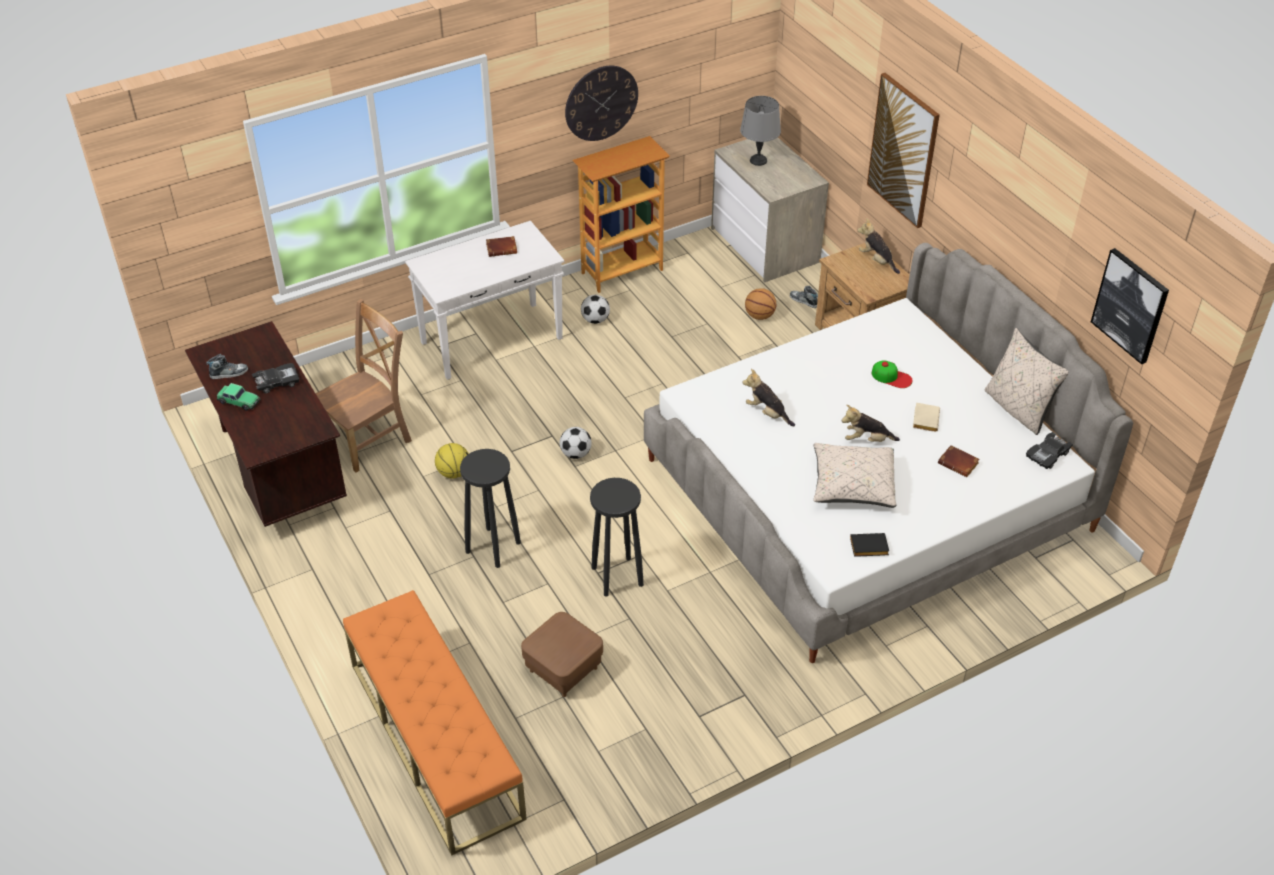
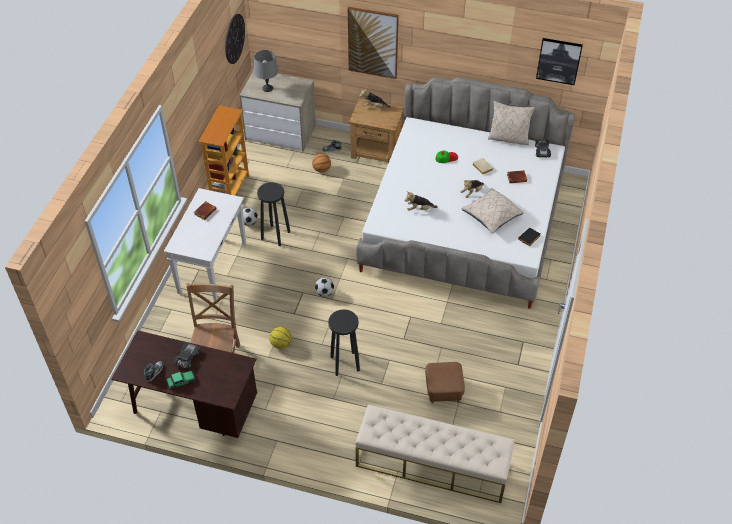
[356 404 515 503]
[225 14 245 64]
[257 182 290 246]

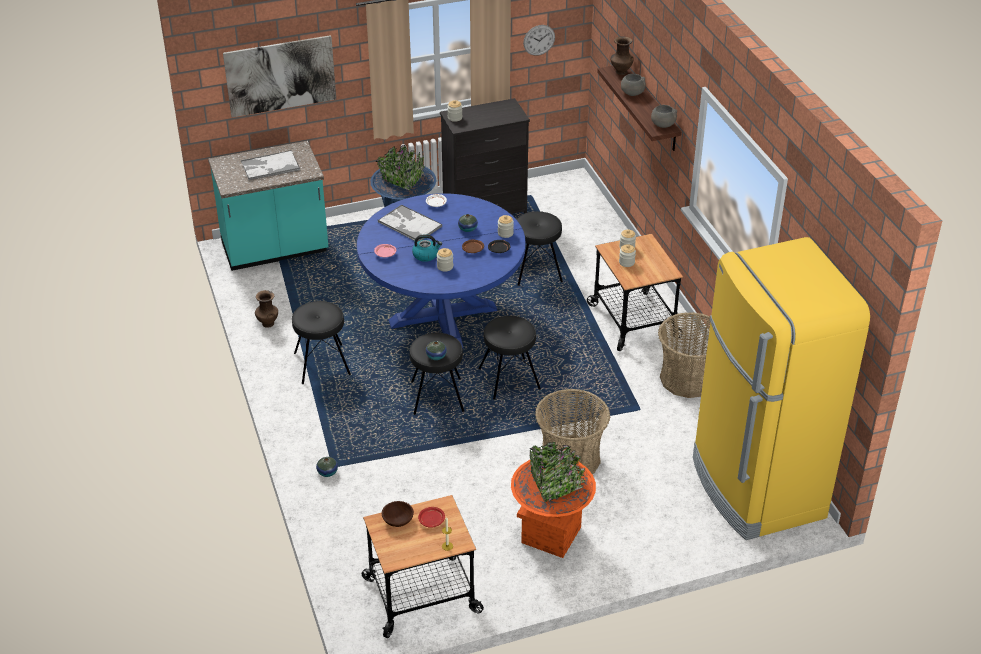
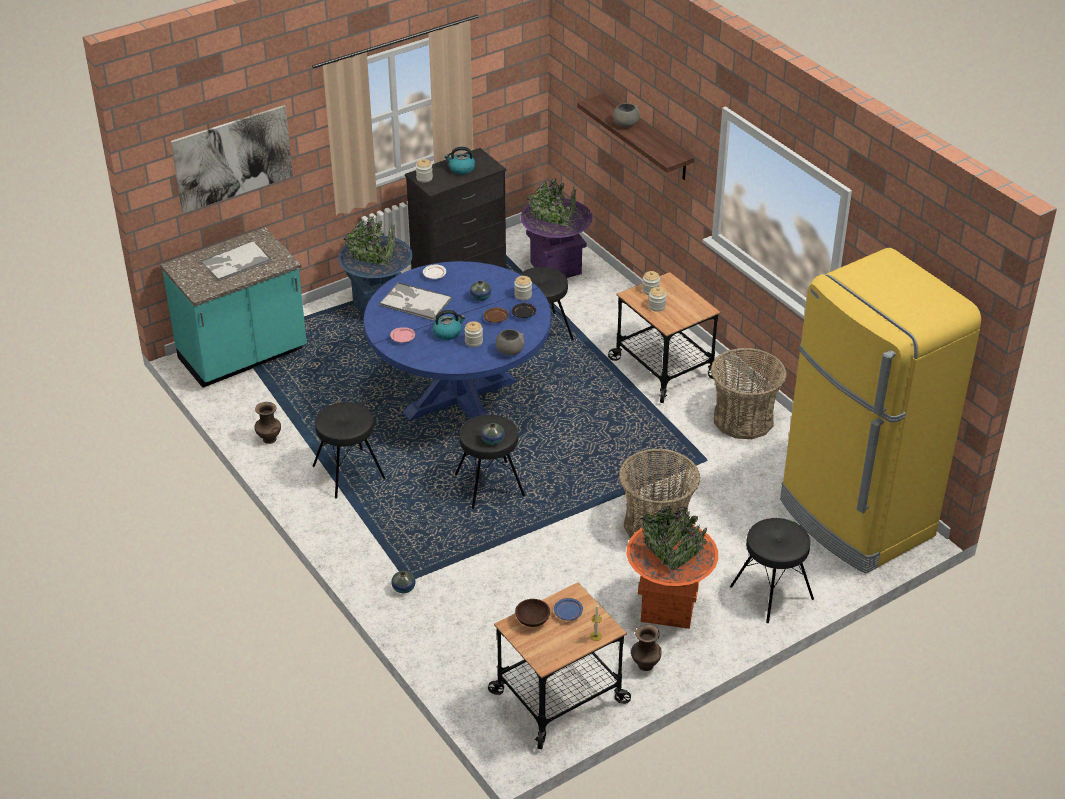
[554 598 583 621]
[730 518 814 623]
[523 25 555 56] (first image)
[631 625 662 671]
[496 329 524 356]
[444 147 475 175]
[521 178 593 278]

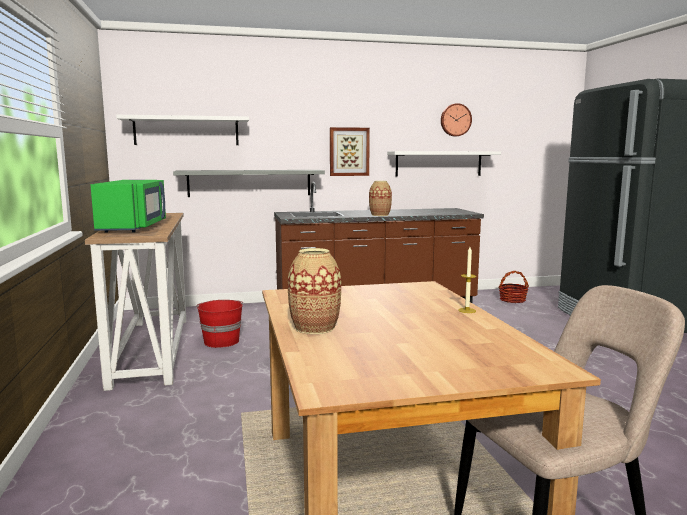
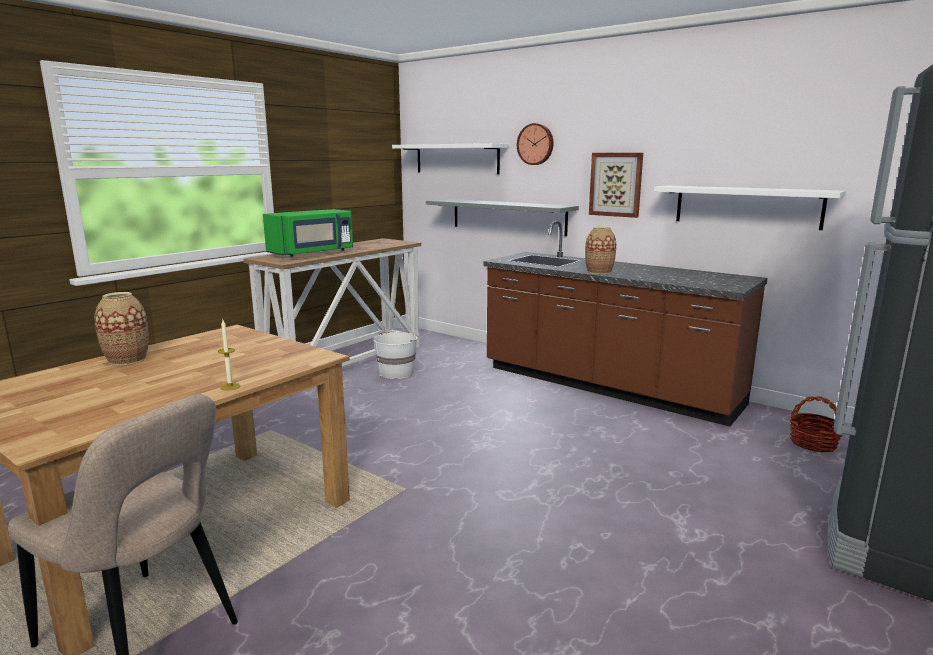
[373 332 419 379]
[517 123 554 165]

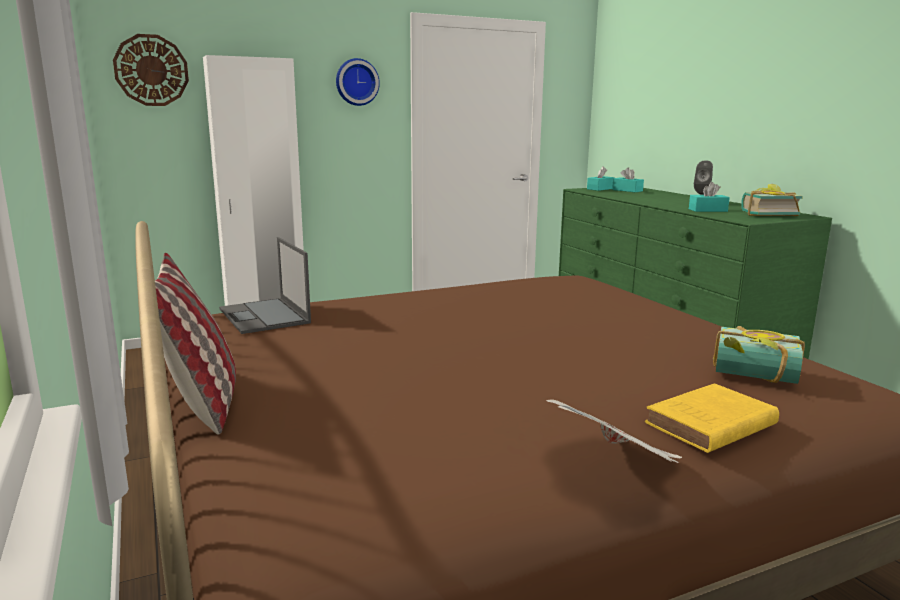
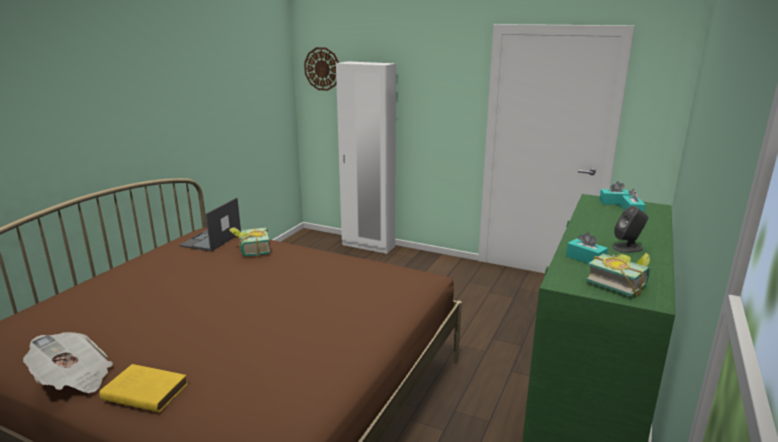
[155 253 236 435] (first image)
[336 58 380 106] (first image)
[229 227 270 257]

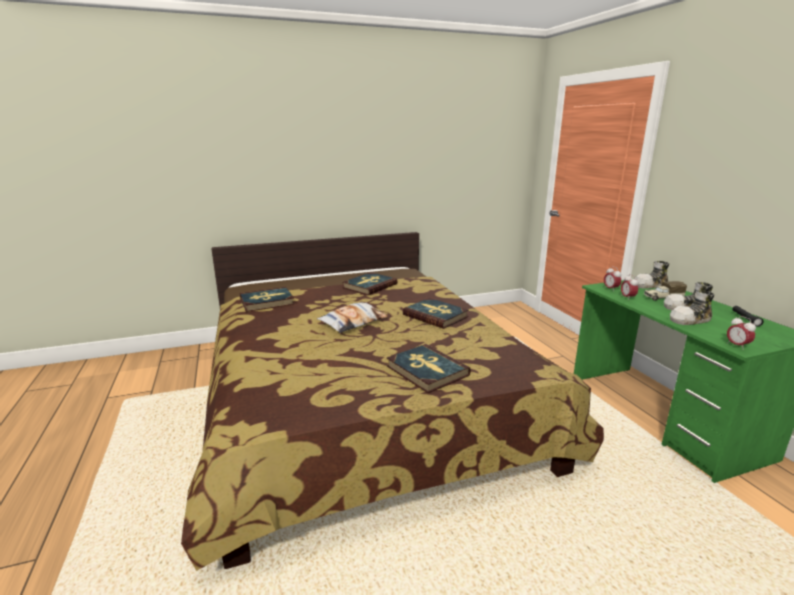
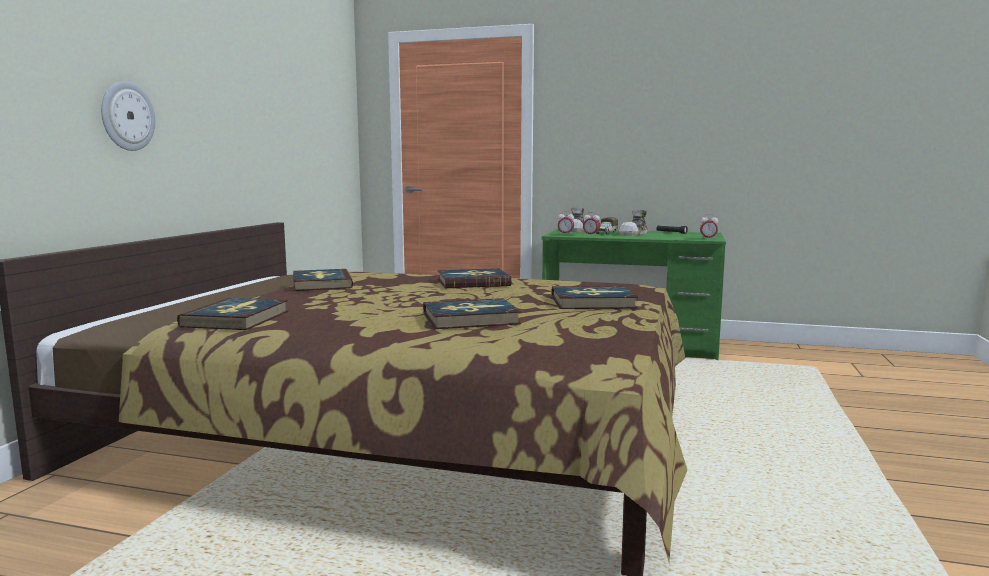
[317 303 388 333] (first image)
[670 290 714 325] (first image)
[101 81 155 151]
[423 298 521 329]

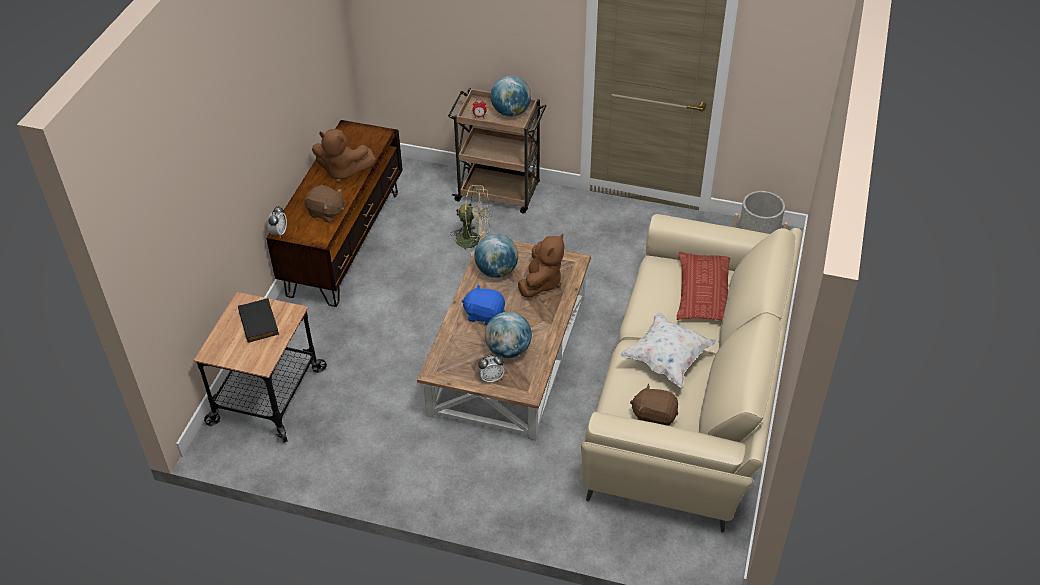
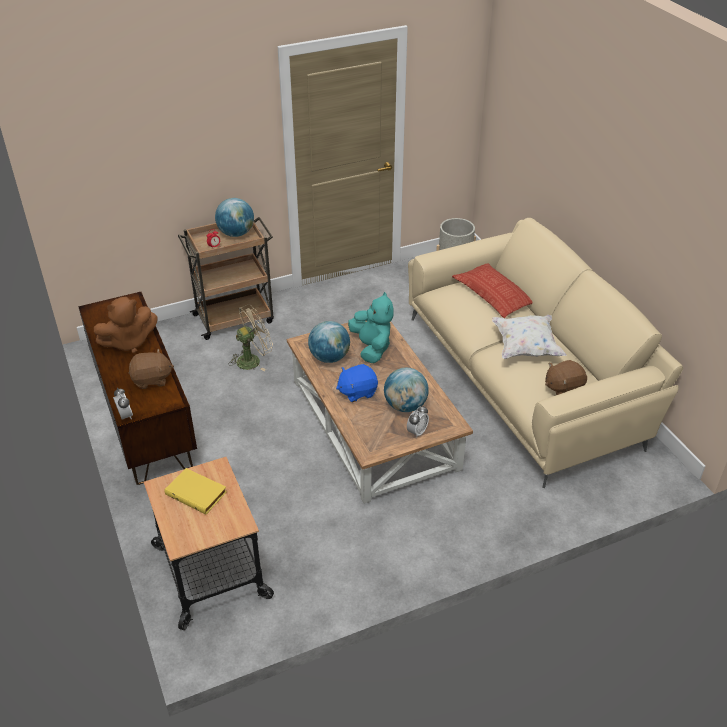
[165 468 227 515]
[348 292 394 363]

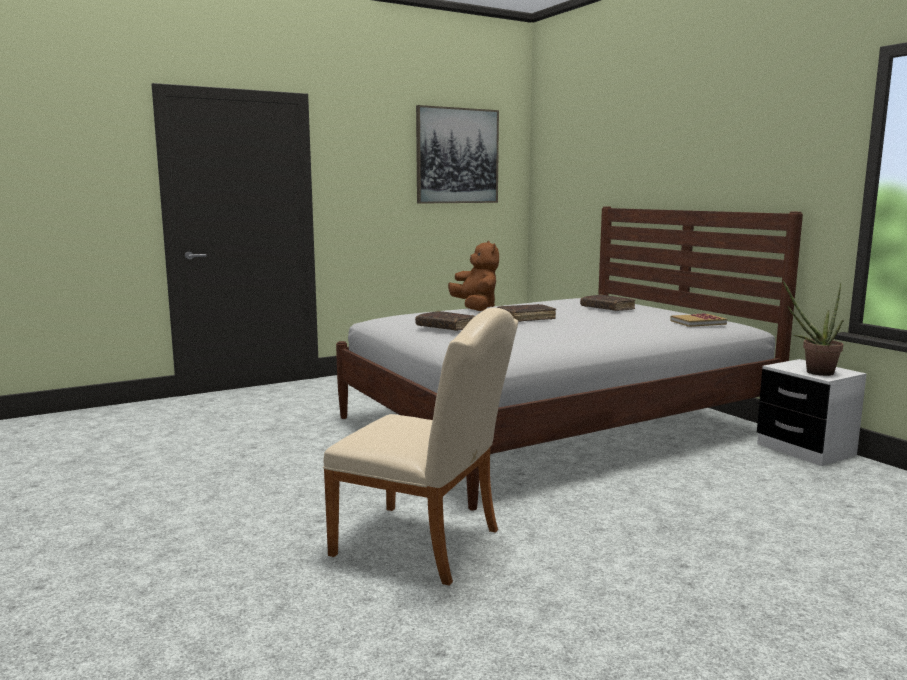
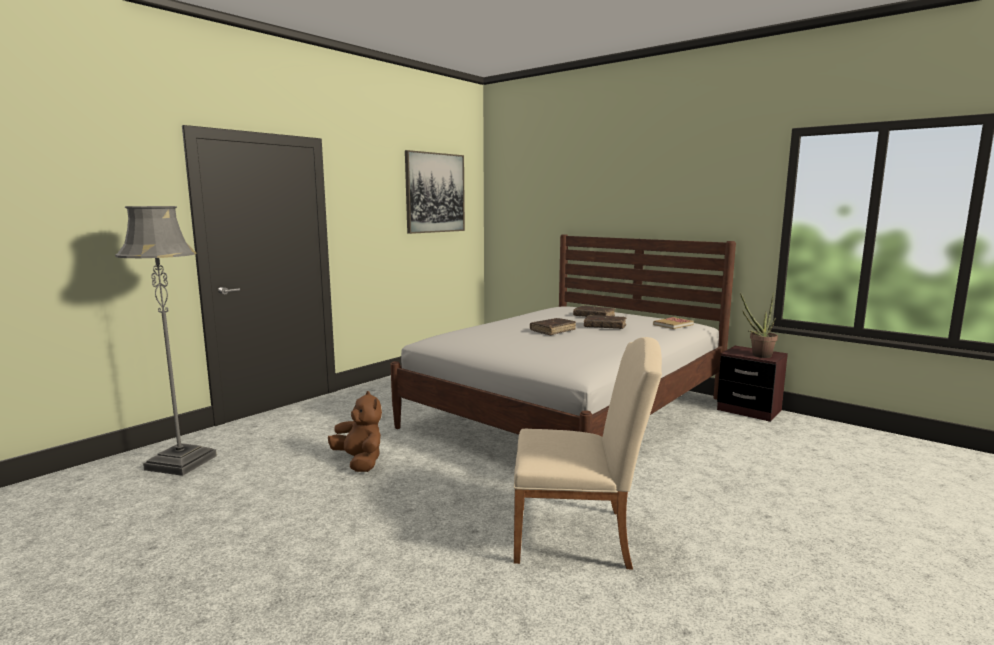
[584 315 626 329]
[328 391 382 472]
[717 346 788 422]
[115 206 217 476]

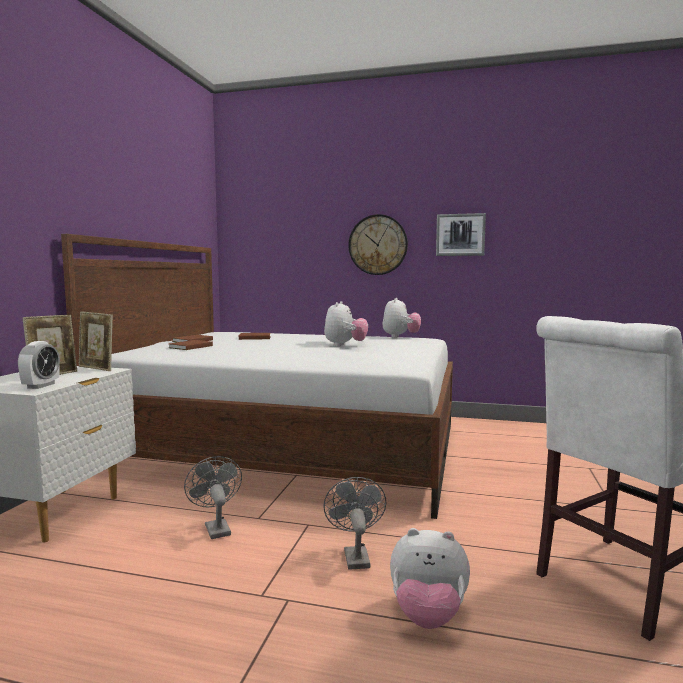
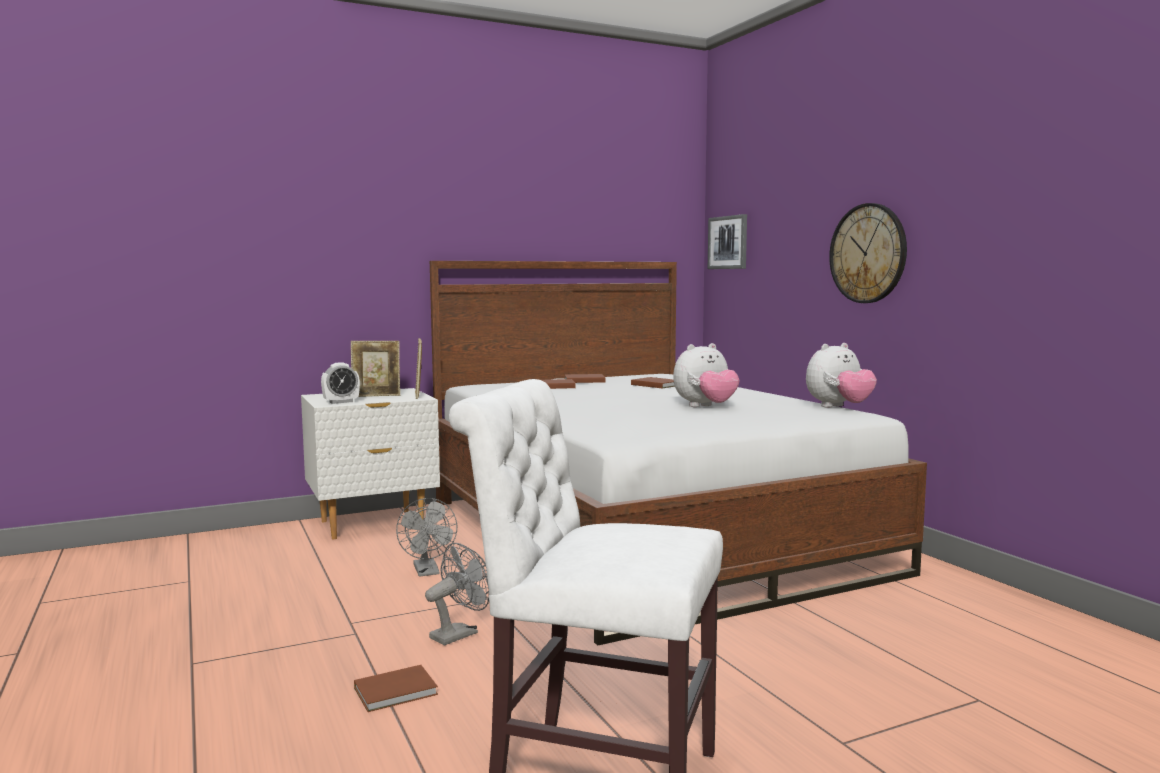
[396 498 458 576]
[354 665 438 712]
[708 214 747 269]

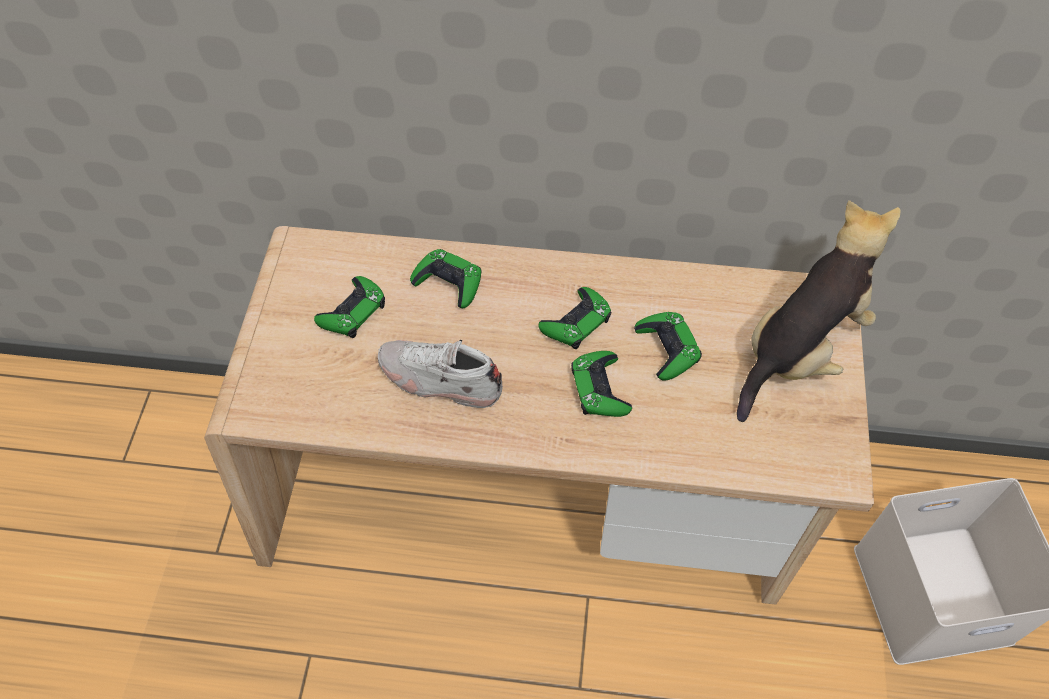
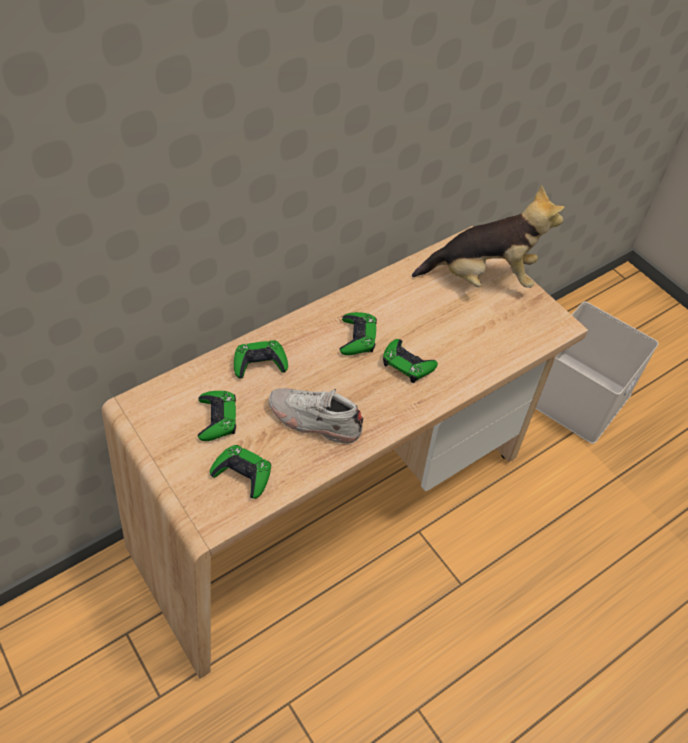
[269 388 363 444]
[210 445 271 499]
[412 185 565 288]

